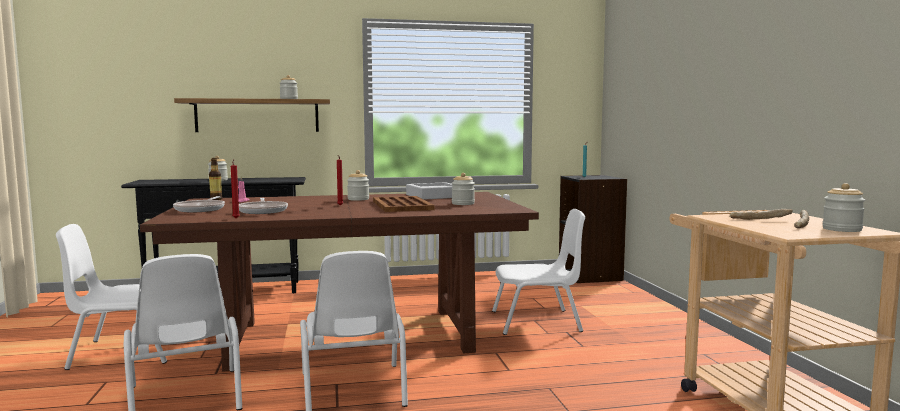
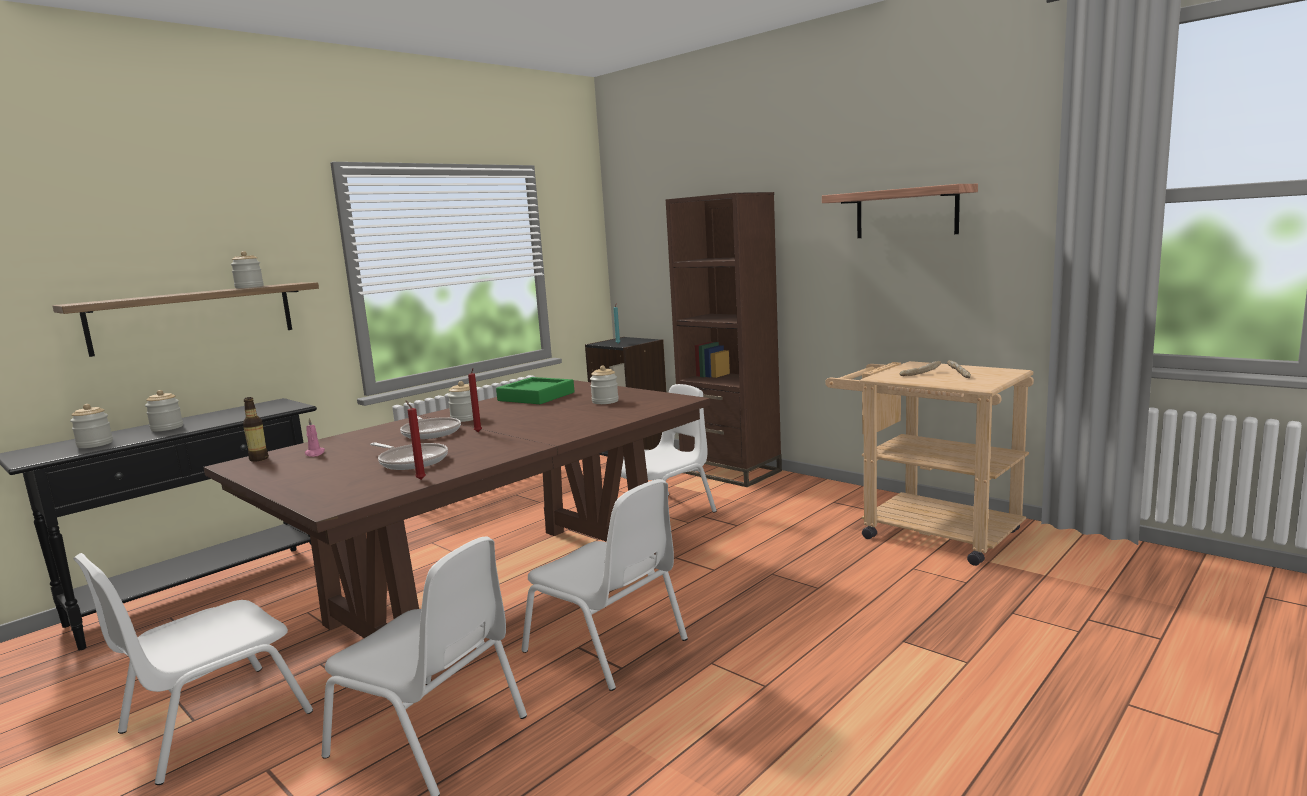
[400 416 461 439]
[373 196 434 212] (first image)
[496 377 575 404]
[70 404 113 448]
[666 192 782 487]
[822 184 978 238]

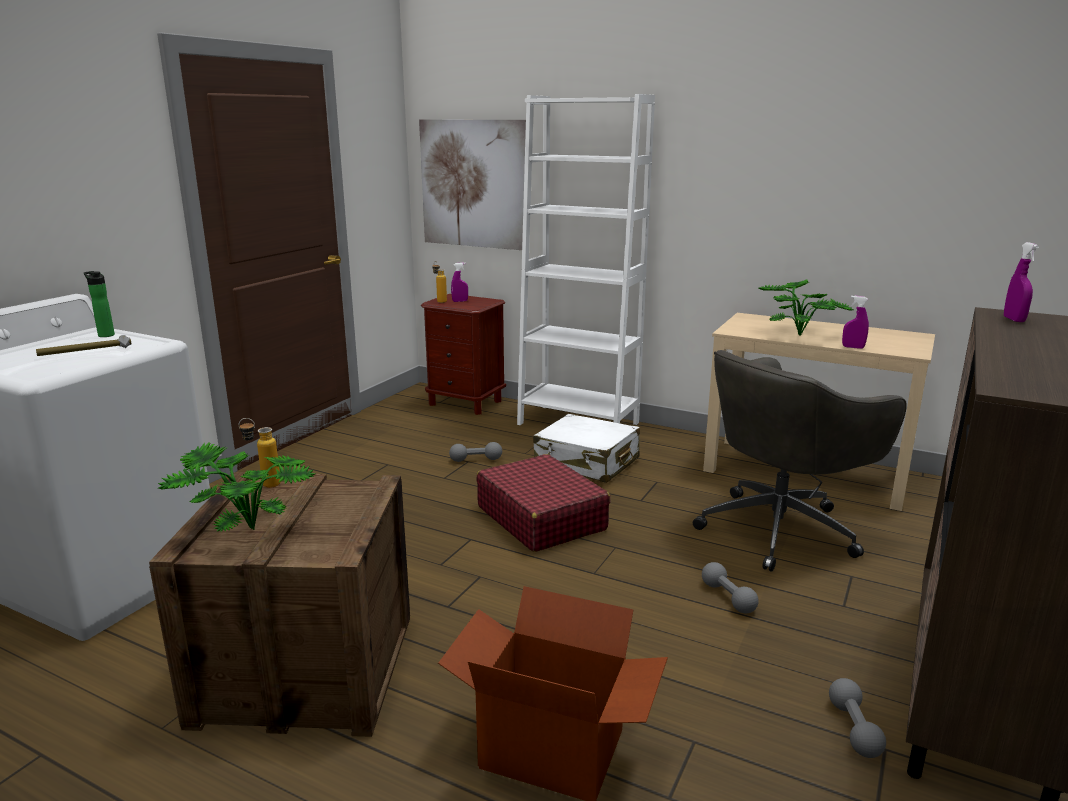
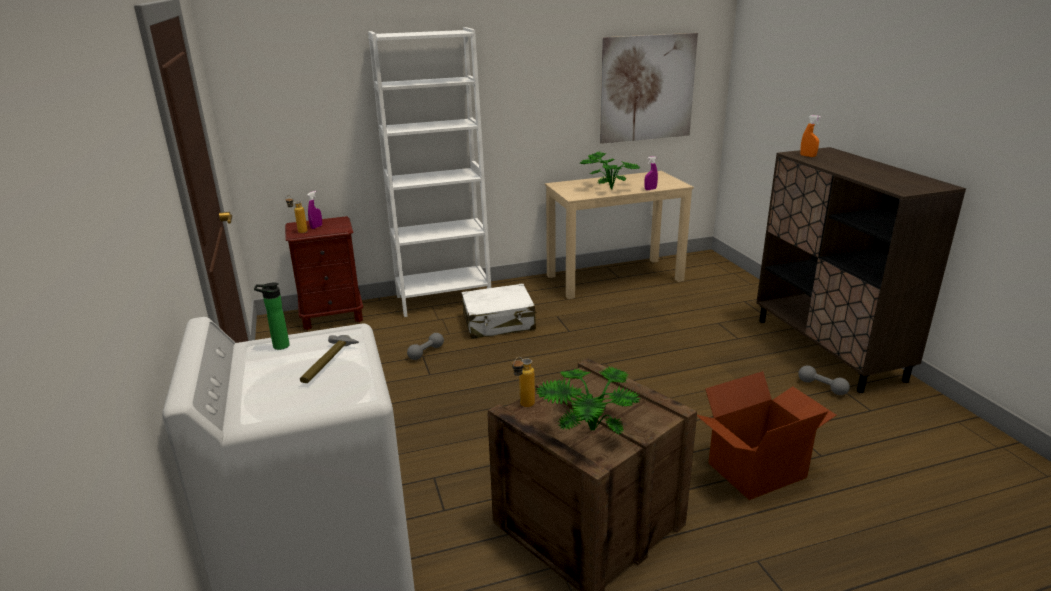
[600 33 698 144]
[476 454 611 552] (first image)
[693 350 907 572] (first image)
[702 562 759 614] (first image)
[800 115 821 157]

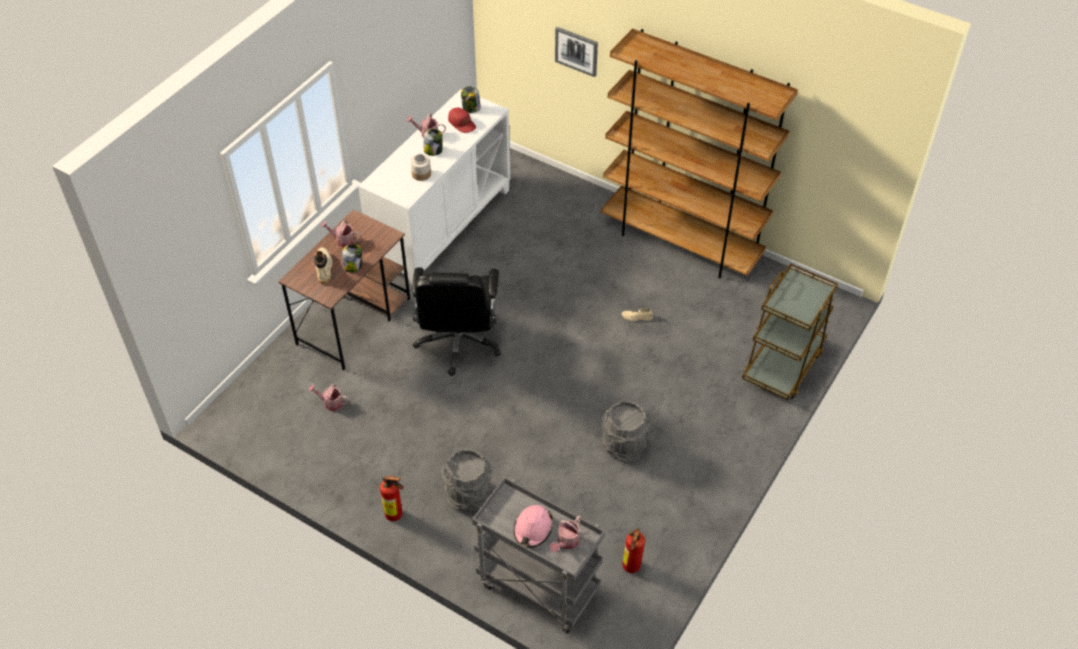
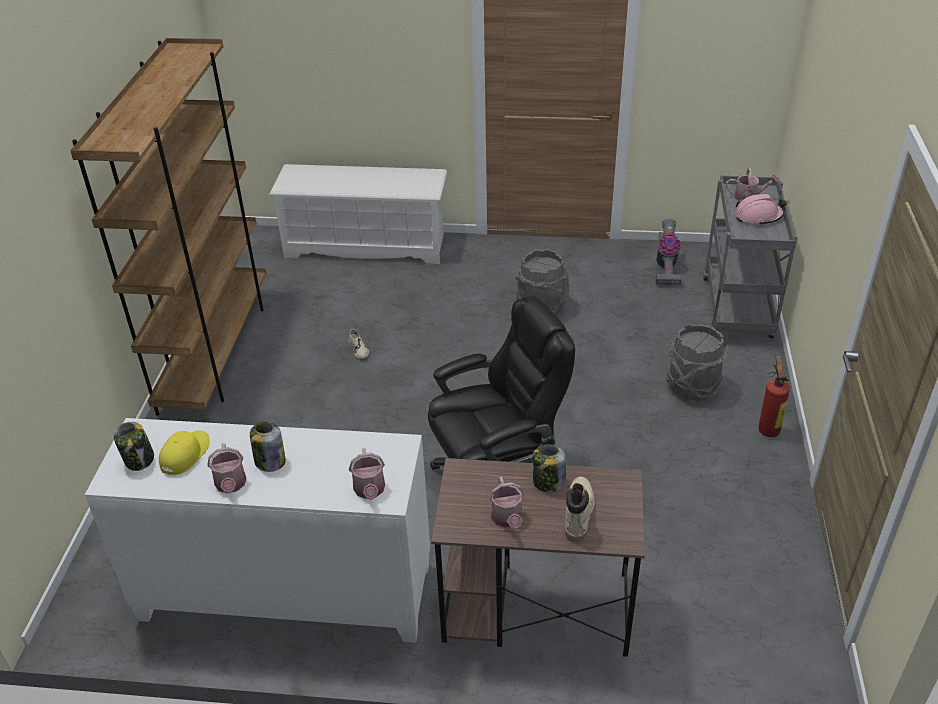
[349 448 385 500]
[565 477 595 542]
[410 154 431 181] (first image)
[159 430 210 475]
[555 27 598 77] (first image)
[656 219 682 285]
[269 164 447 264]

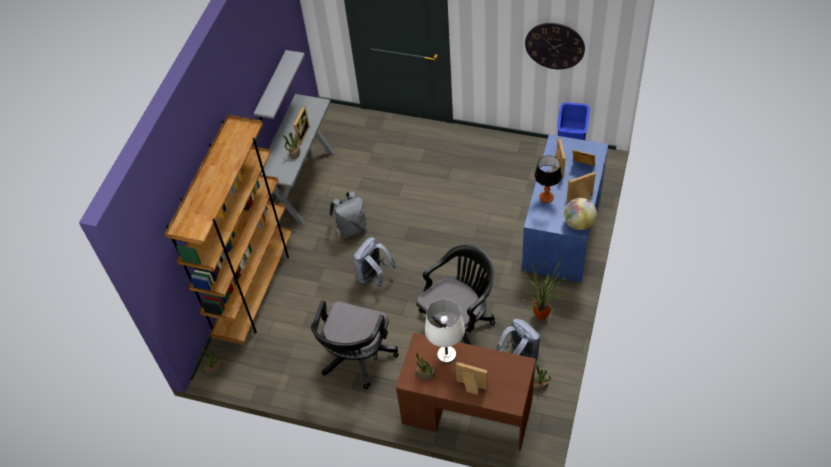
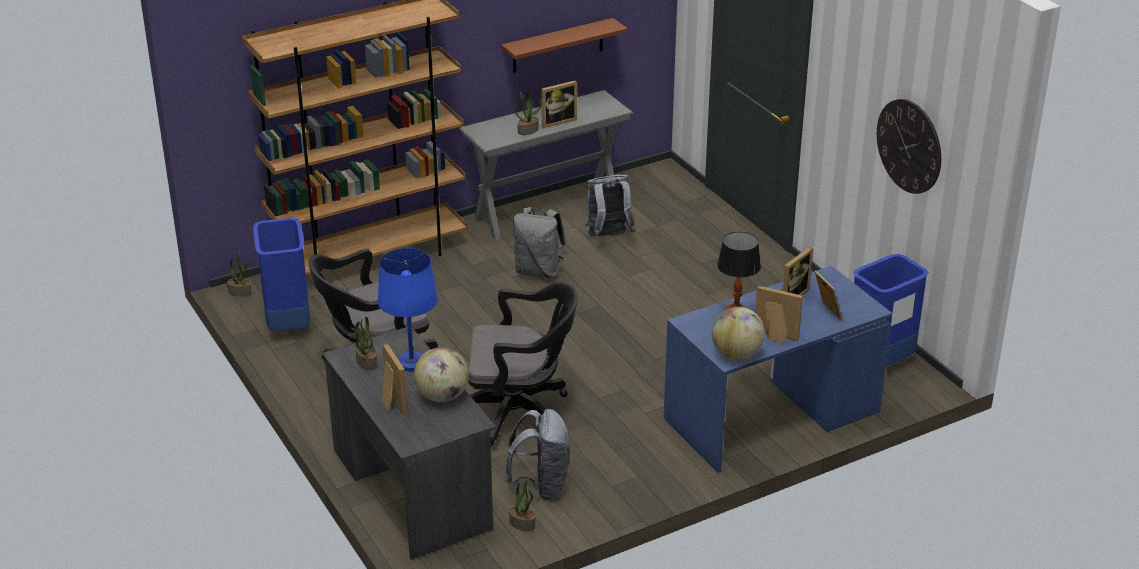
[501 18 628 73]
[585 175 635 236]
[322 327 496 560]
[378 248 438 371]
[521 252 569 321] (first image)
[253 218 310 331]
[414 347 469 402]

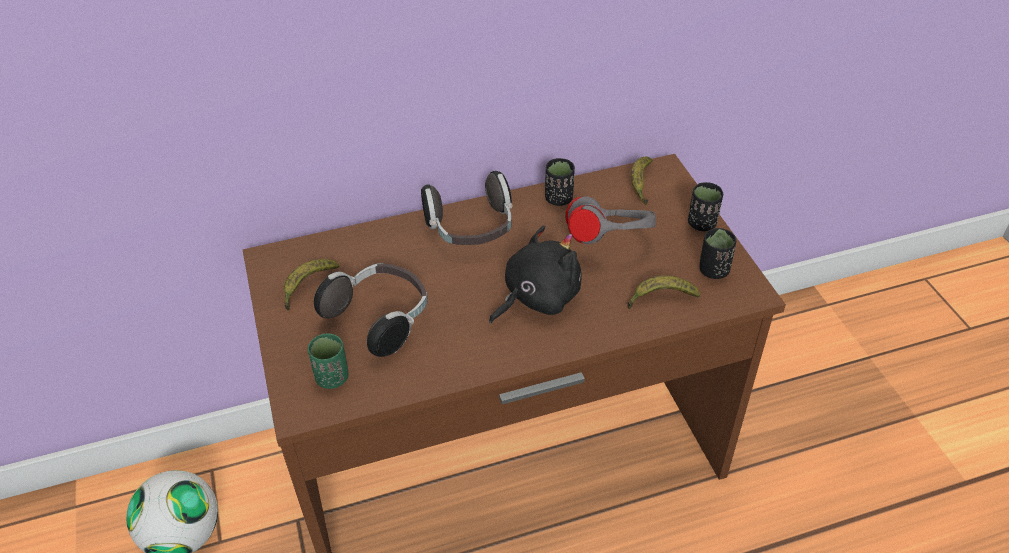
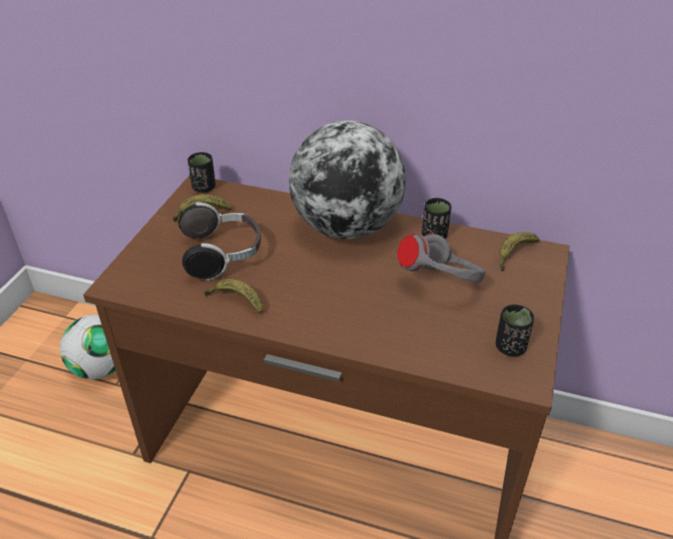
[308 333 349 389] (first image)
[289 120 406 239]
[489 225 582 324] (first image)
[204 279 263 314]
[188 152 216 193]

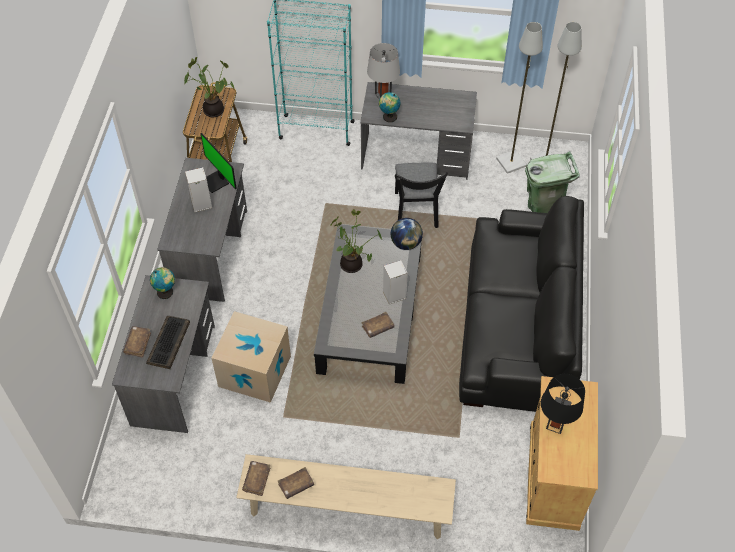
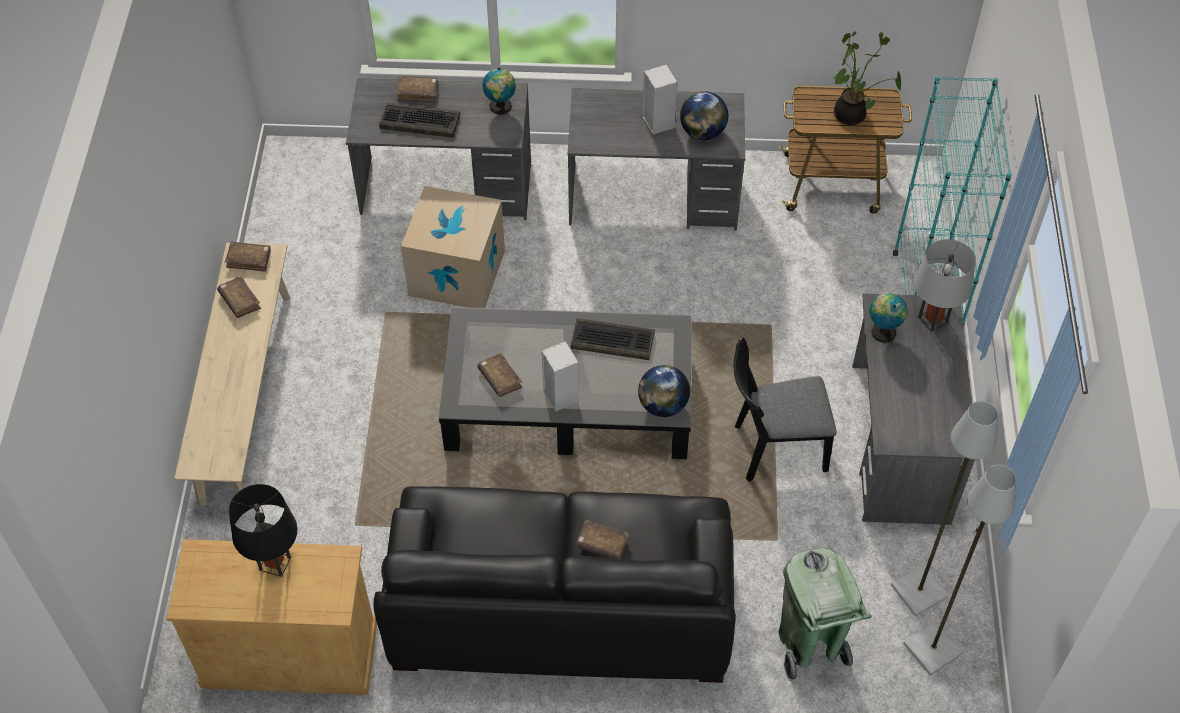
[680 91 728 140]
[571 318 655 360]
[576 520 629 559]

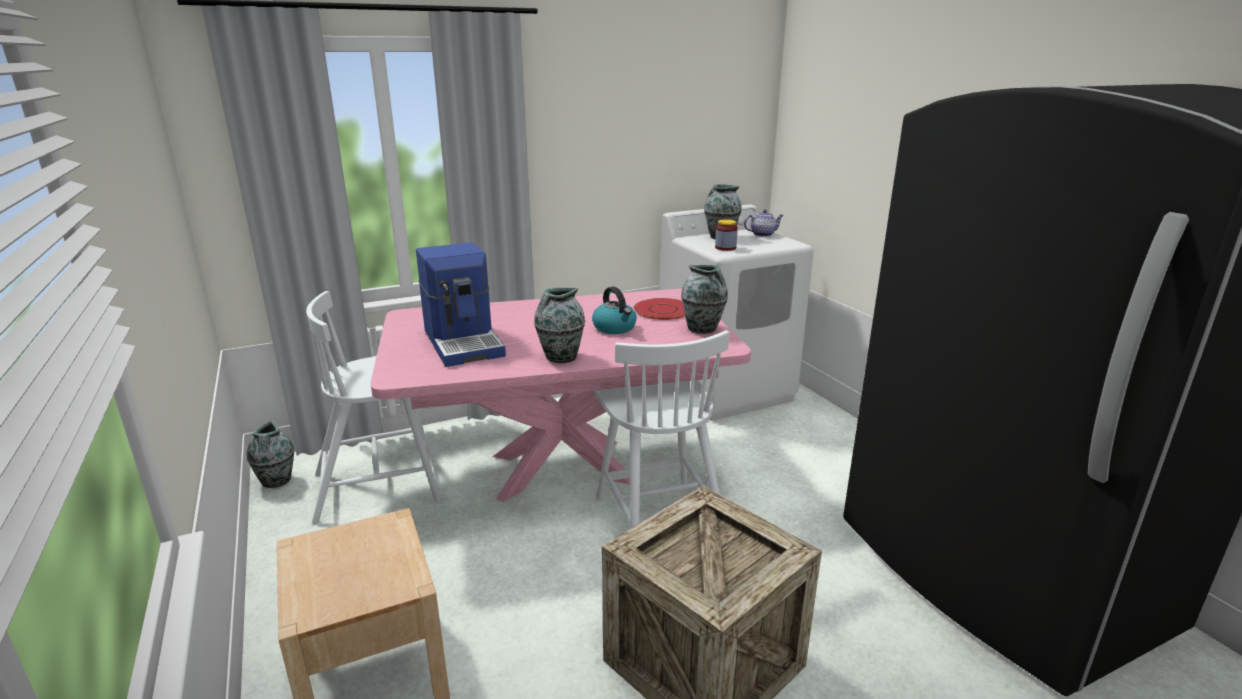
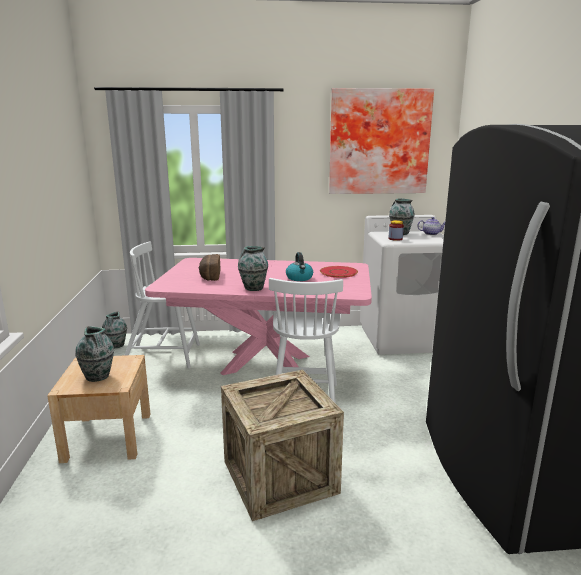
[198 254 220 281]
[75 326 114 382]
[329 88 434 194]

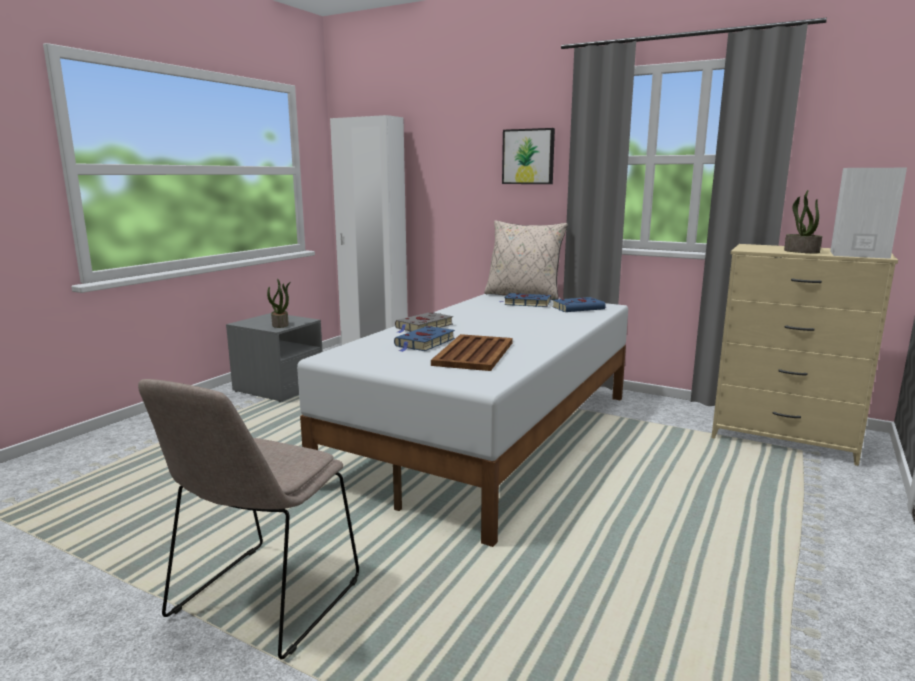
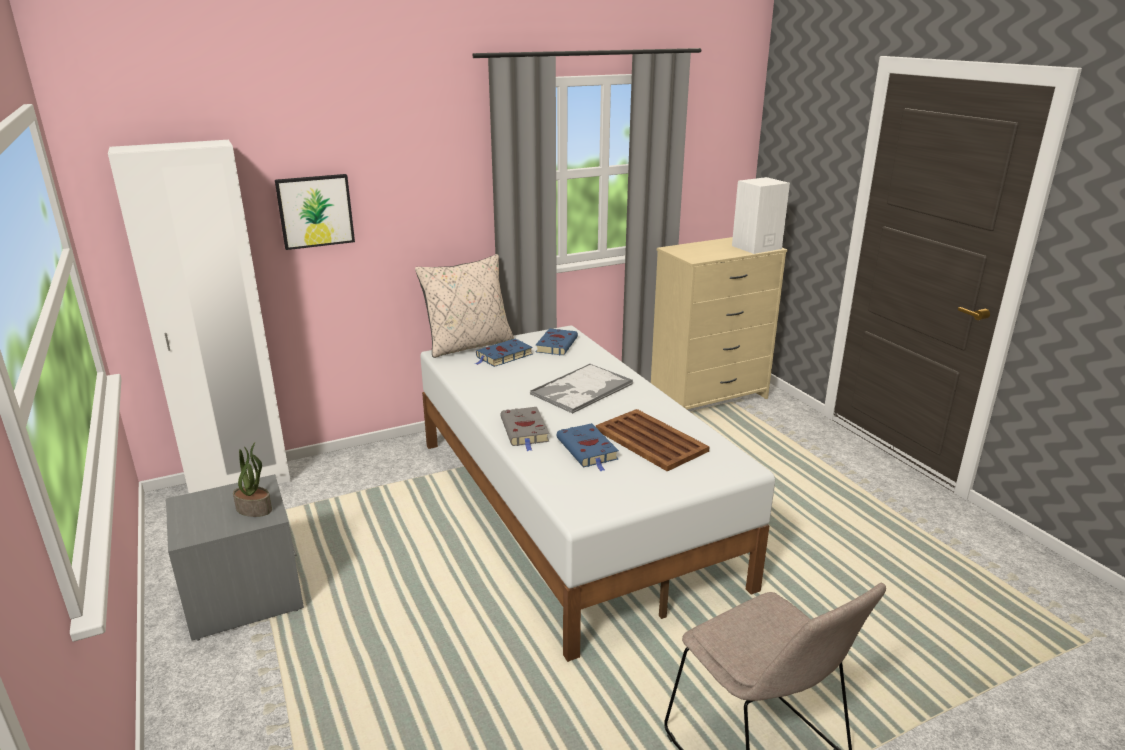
[275 174 355 250]
[784 190 822 253] (first image)
[530 364 633 414]

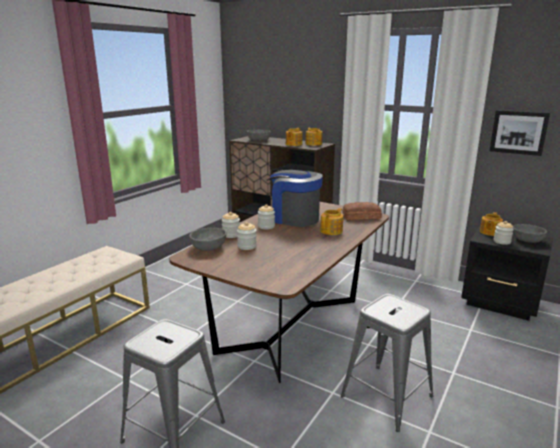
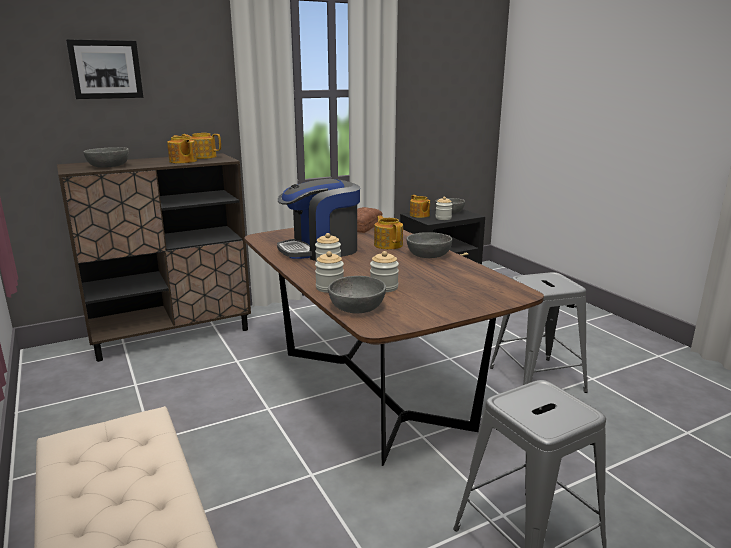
[66 39 143 99]
[407 232 452 258]

